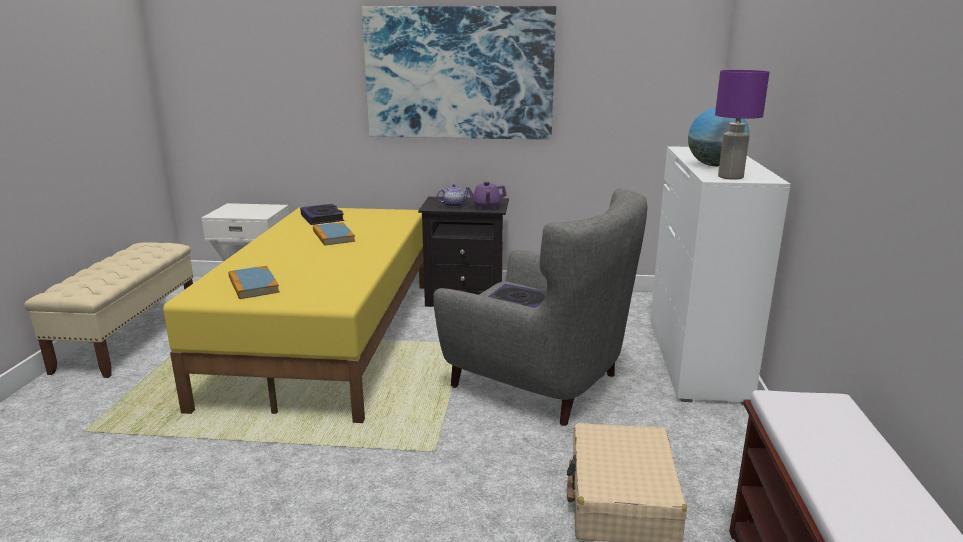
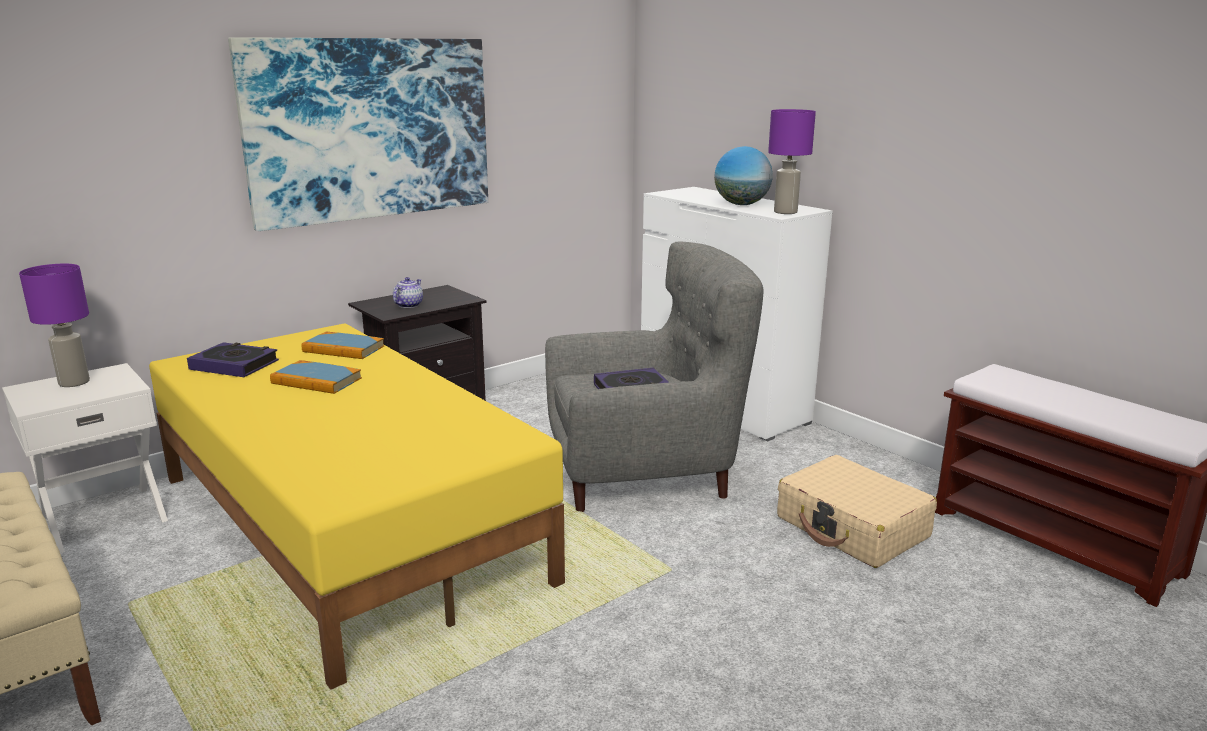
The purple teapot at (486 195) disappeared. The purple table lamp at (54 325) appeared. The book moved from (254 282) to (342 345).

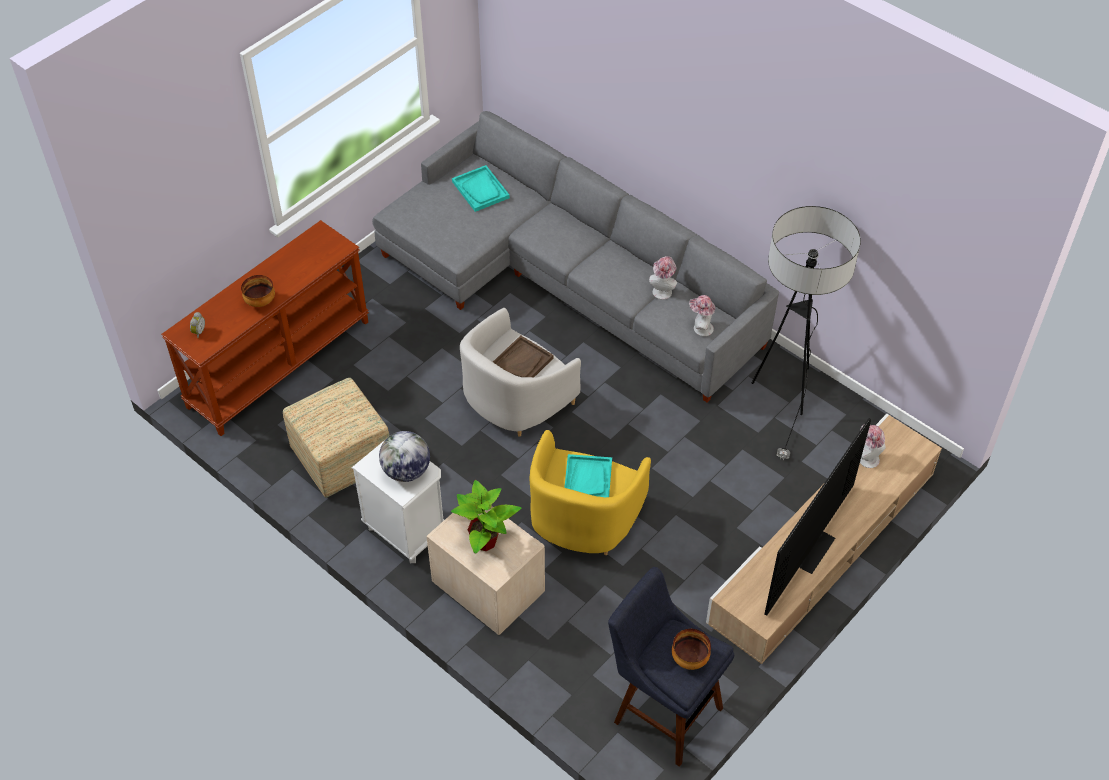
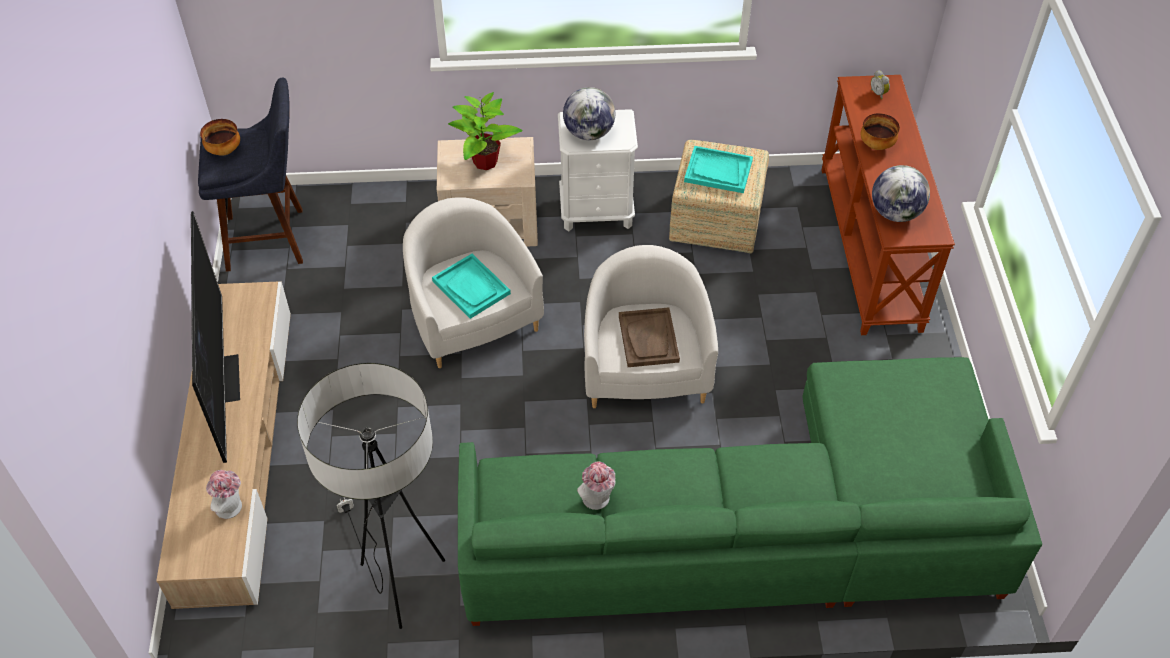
The hat at (702 315) disappeared. The globe at (901 193) appeared. The turquoise tray moved from (481 188) to (718 169). The grey sofa at (575 256) became the green sofa at (750 491). The yellow armchair at (590 492) became the white armchair at (473 282).

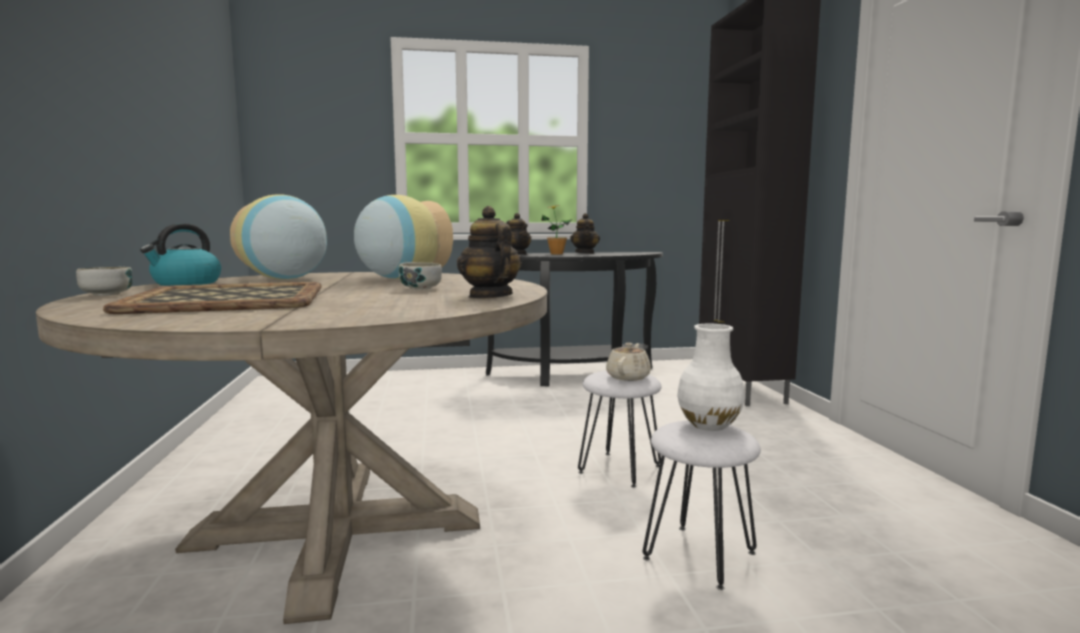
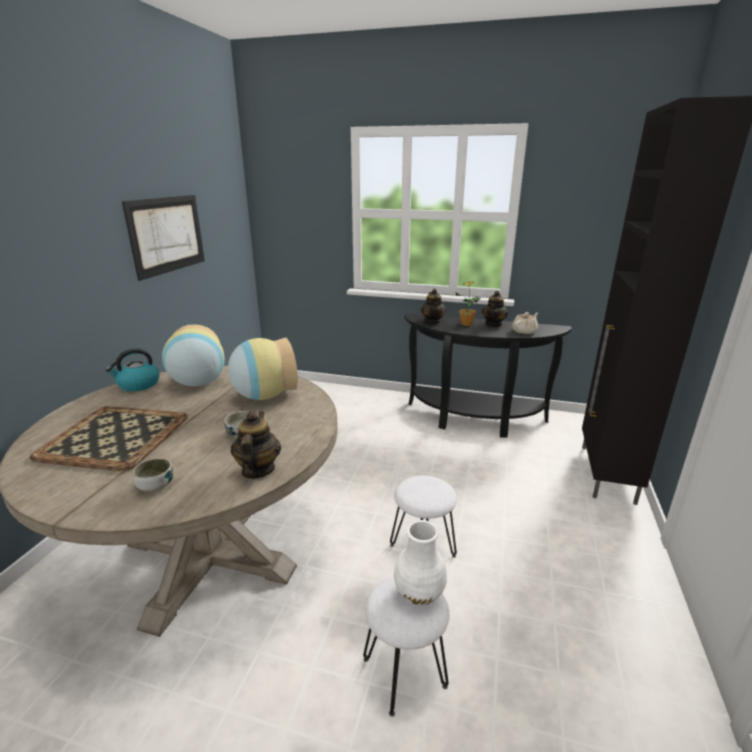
The picture at (163 238) appeared. The bowl moved from (104 281) to (152 474). The beige teapot moved from (628 362) to (525 323).

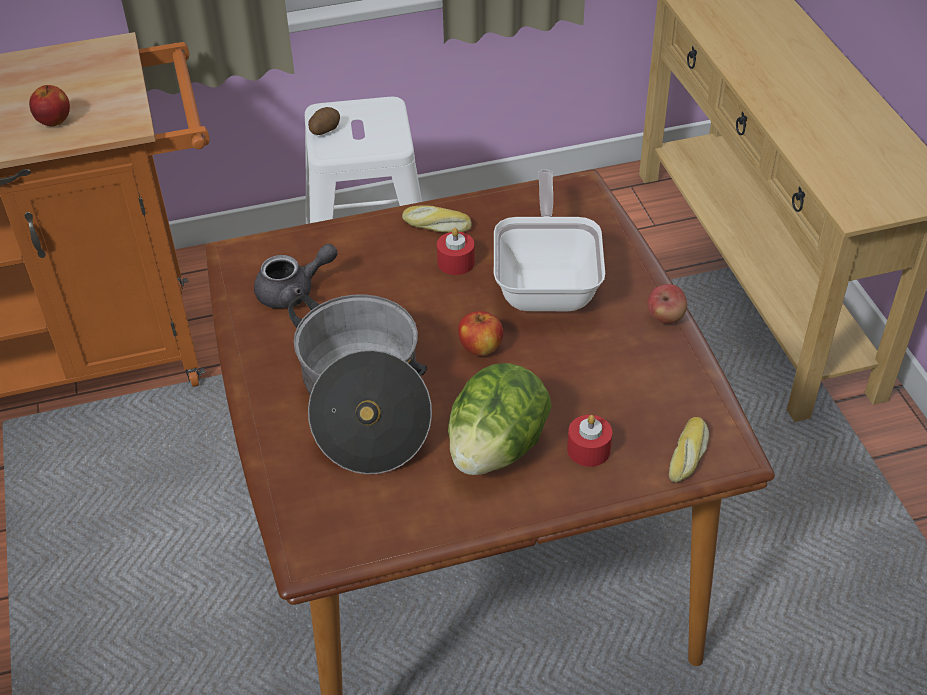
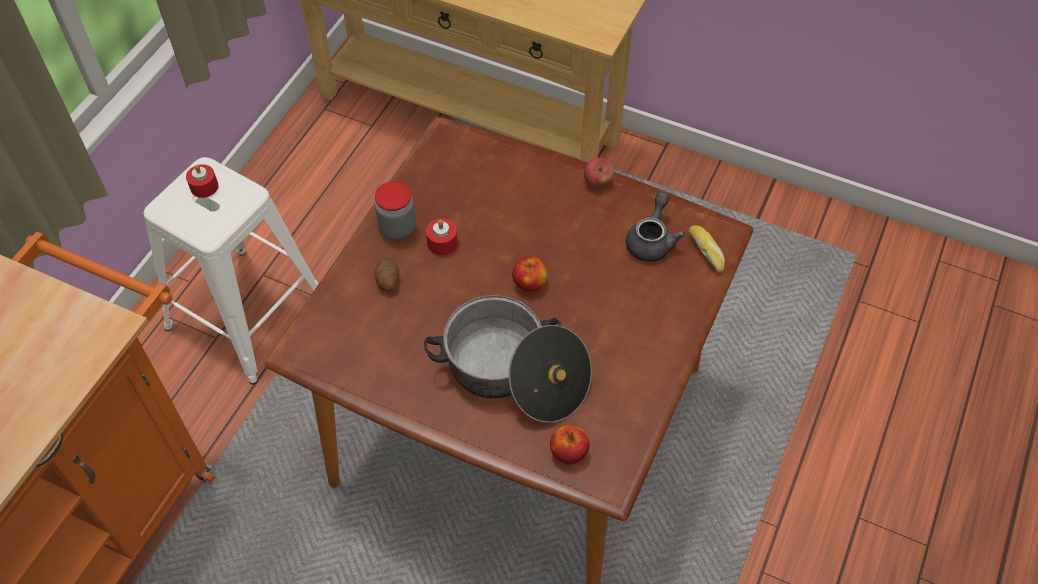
The lettuce at (500 419) disappeared. The frying pan at (549 240) disappeared. The apple moved from (49 106) to (570 445). The grey teapot moved from (296 276) to (655 226). The potato moved from (324 121) to (386 275). The red candle moved from (589 441) to (202 181). The bread at (437 219) was replaced by the jar at (395 211).

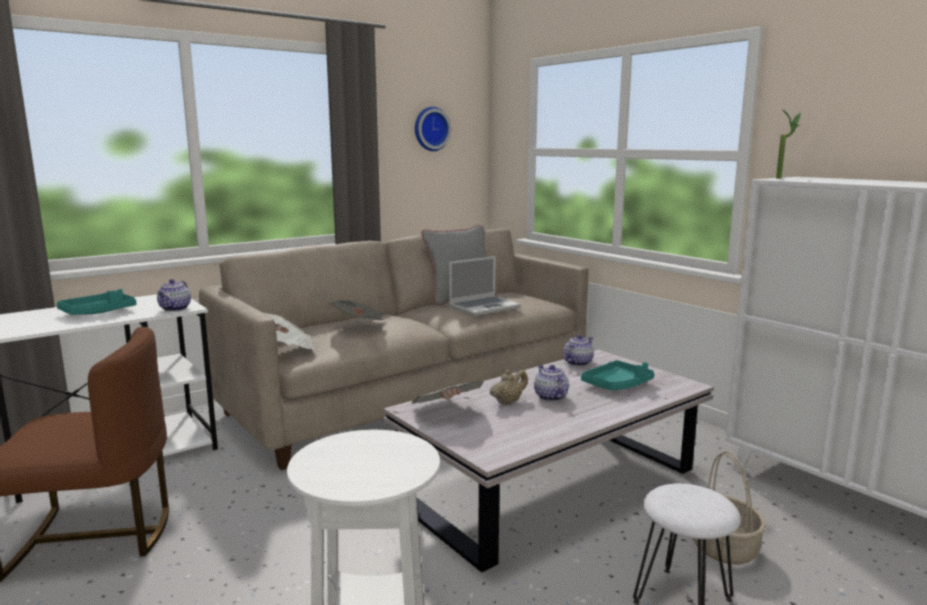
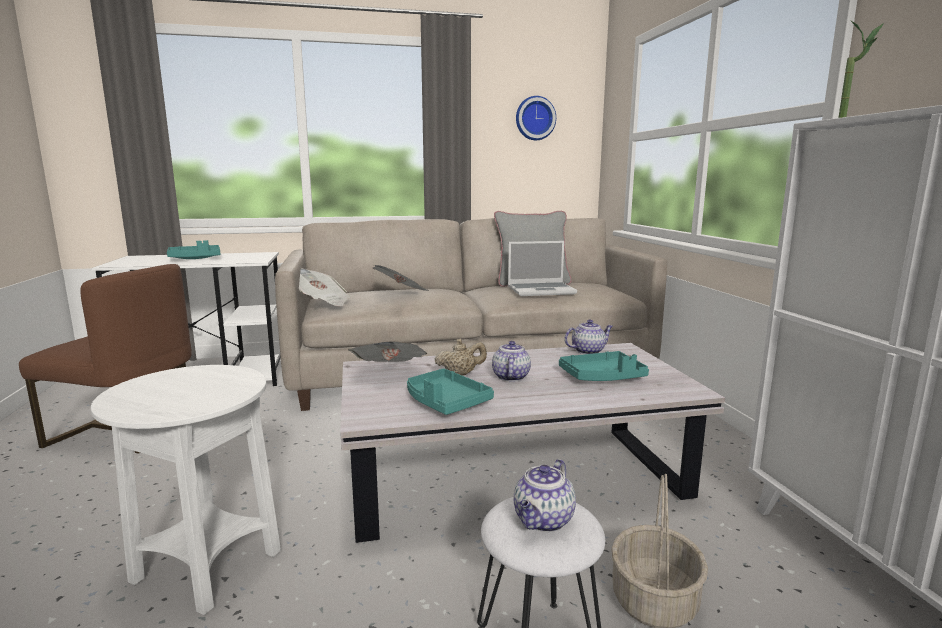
The turquoise tray at (450 391) appeared. The teapot moved from (174 295) to (545 495).

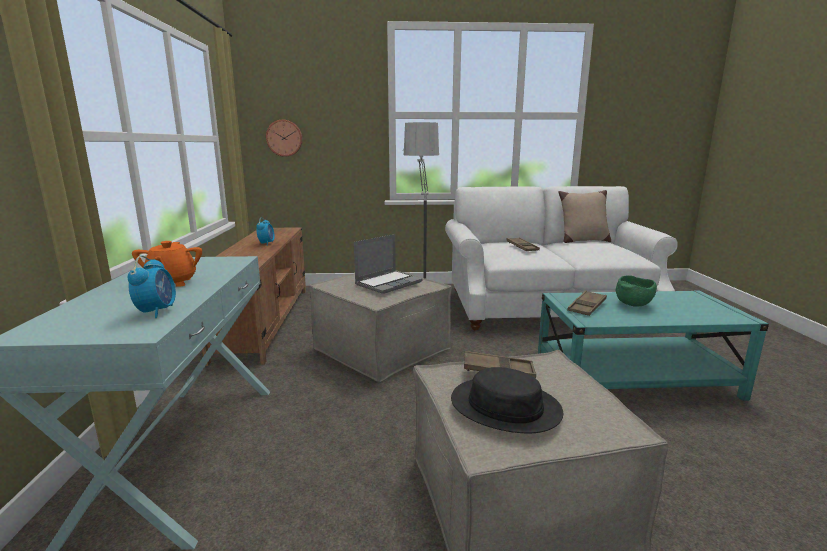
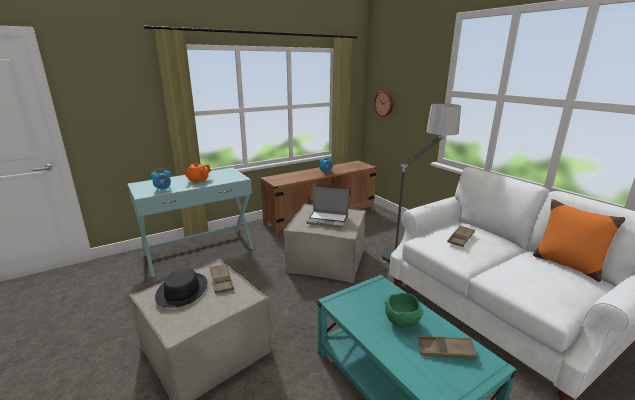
The brown tray moved from (587 303) to (447 347). The beige pillow at (584 216) became the orange pillow at (579 240).

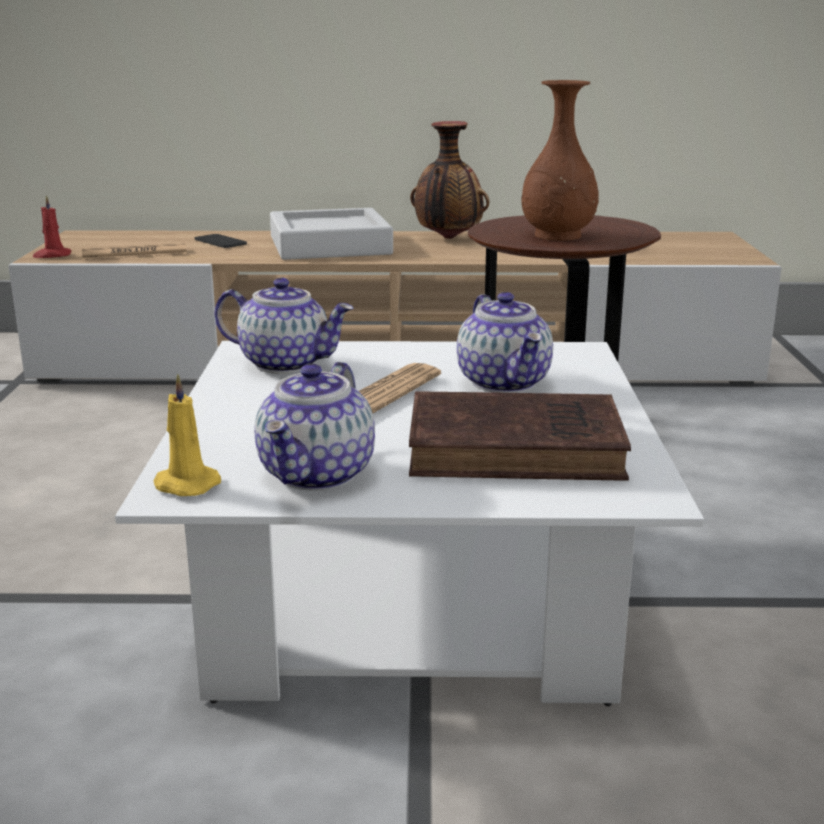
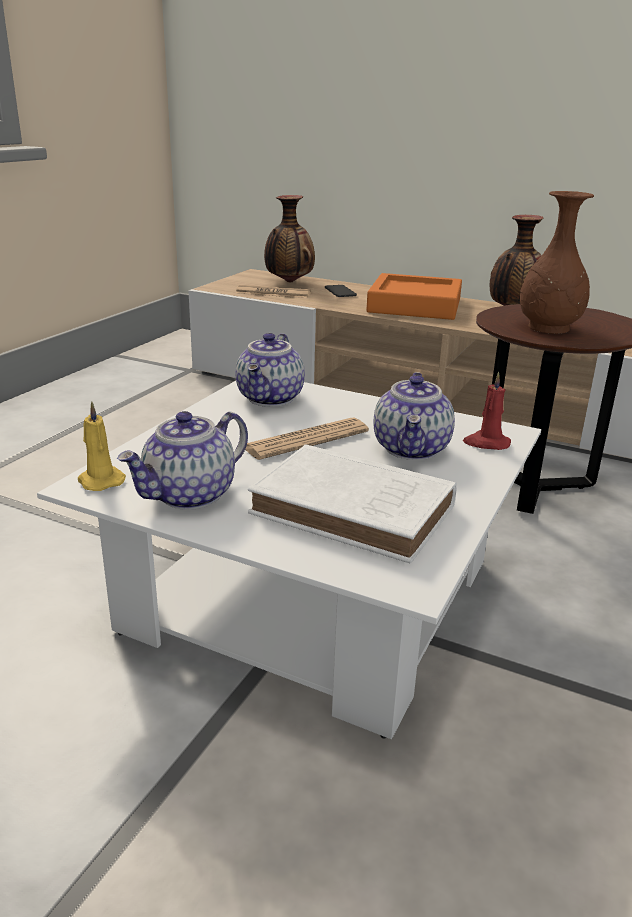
The vase at (289 239) appeared. The red candle moved from (52 226) to (487 411). The grey tray at (331 234) became the orange tray at (414 296). The brown book at (520 436) became the white book at (352 503). The teapot at (284 326) turned 60 degrees clockwise.

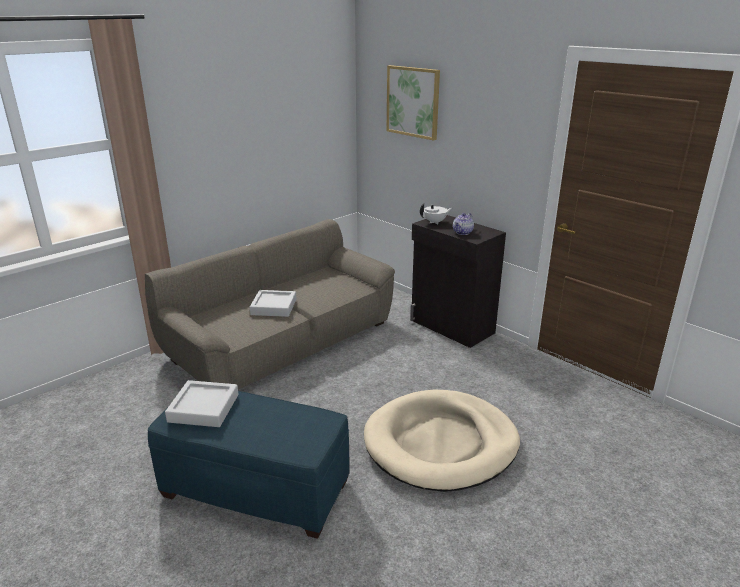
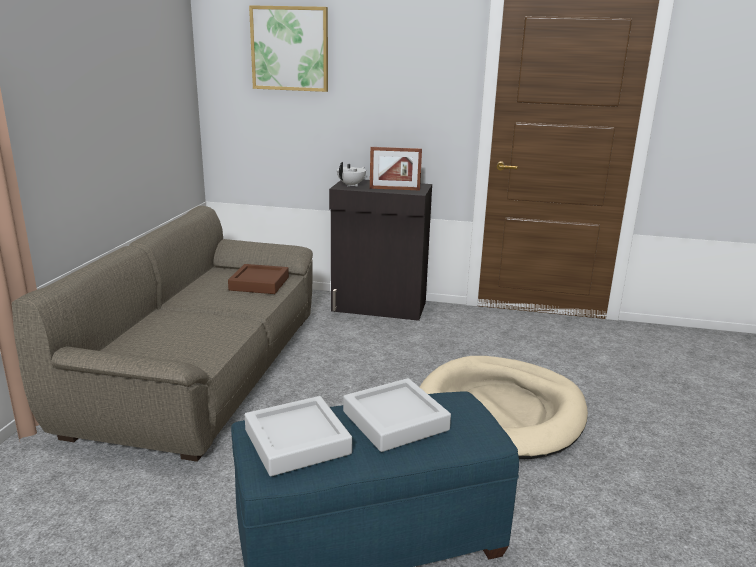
The brown tray at (258 279) appeared. The grey tray moved from (273 303) to (397 415). The teapot at (463 224) was replaced by the picture frame at (396 169).

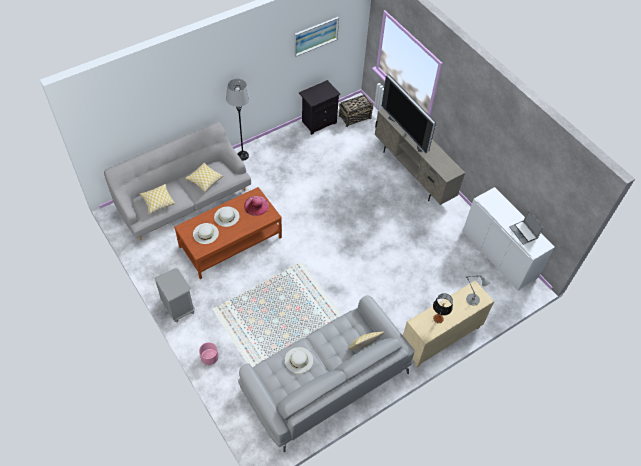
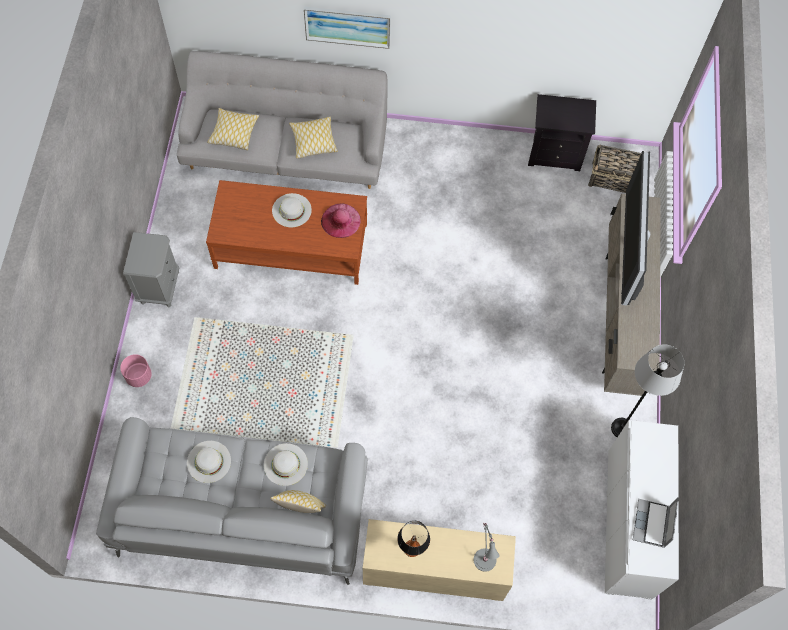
The white hat moved from (206 233) to (286 464). The grey floor lamp moved from (238 120) to (647 390). The picture moved from (316 37) to (347 27).

